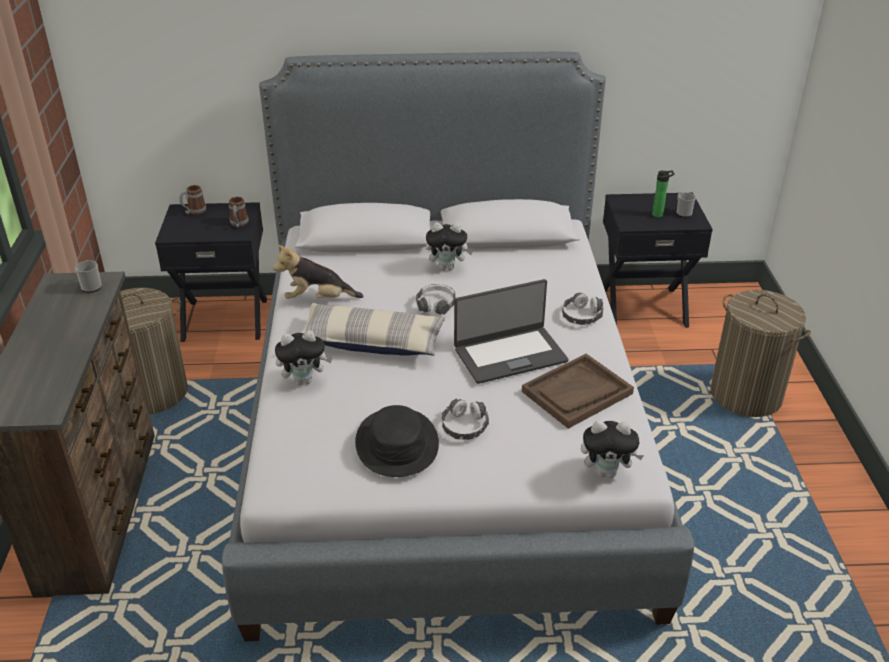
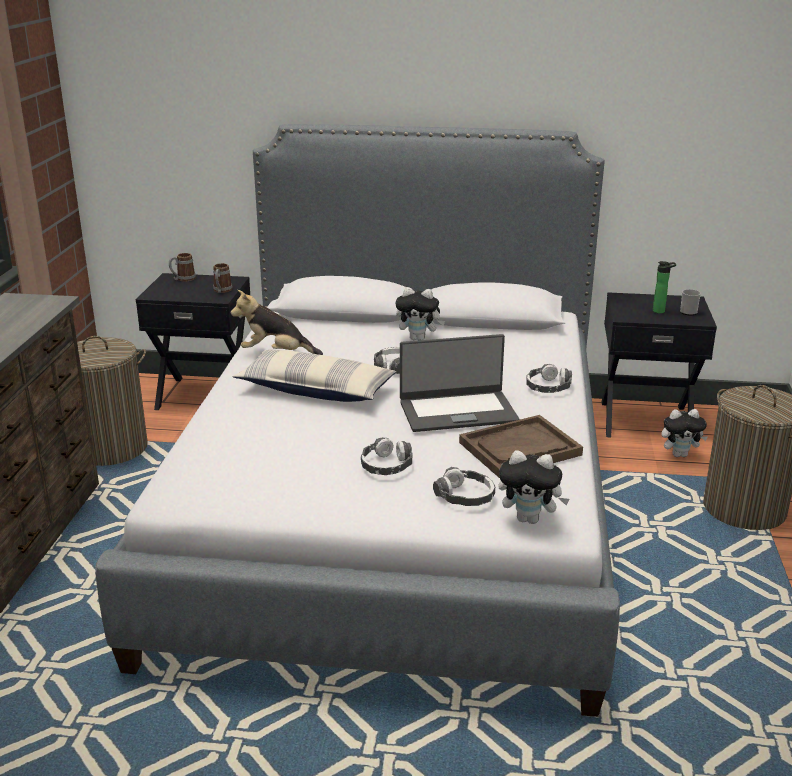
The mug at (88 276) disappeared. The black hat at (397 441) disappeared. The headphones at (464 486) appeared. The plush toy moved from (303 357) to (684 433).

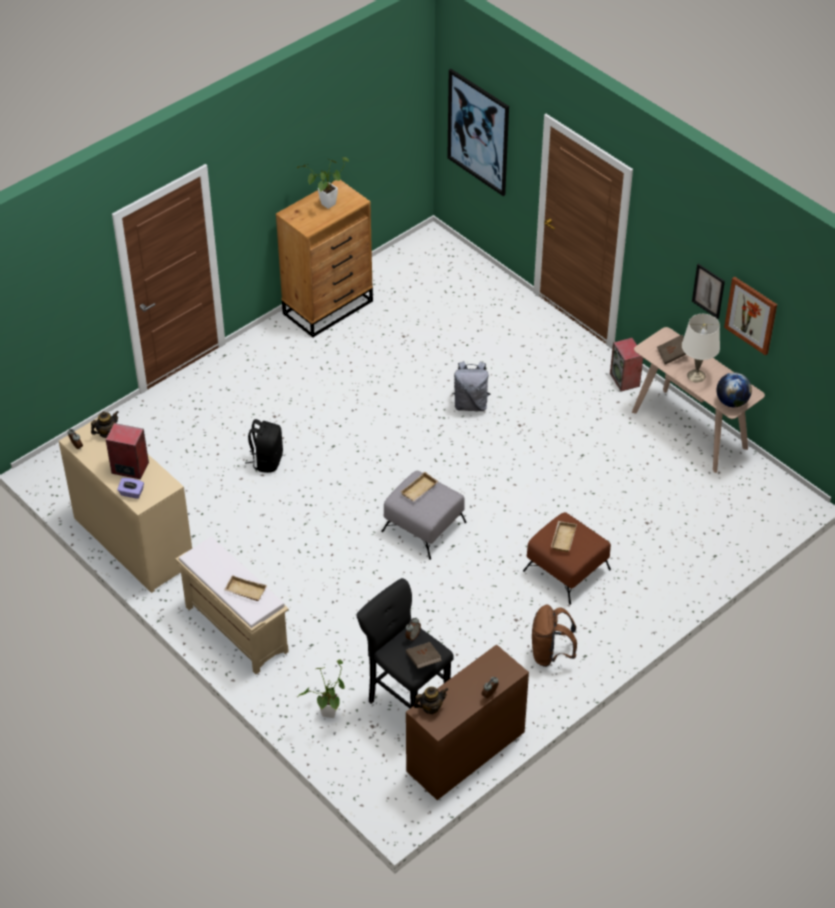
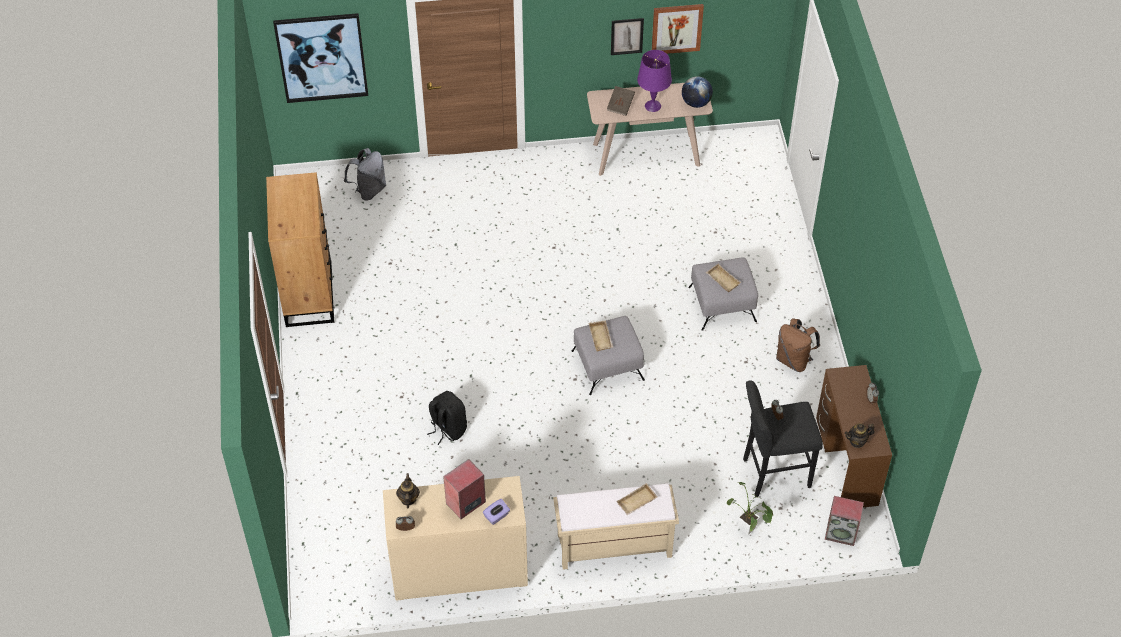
The potted plant at (323 183) disappeared. The brown book at (424 655) disappeared. The grey backpack moved from (471 386) to (365 174). The speaker moved from (626 365) to (844 521). The brown ottoman at (567 558) became the grey ottoman at (723 294). The white table lamp at (701 348) became the purple table lamp at (654 81). The teapot at (430 700) turned 120 degrees counterclockwise.

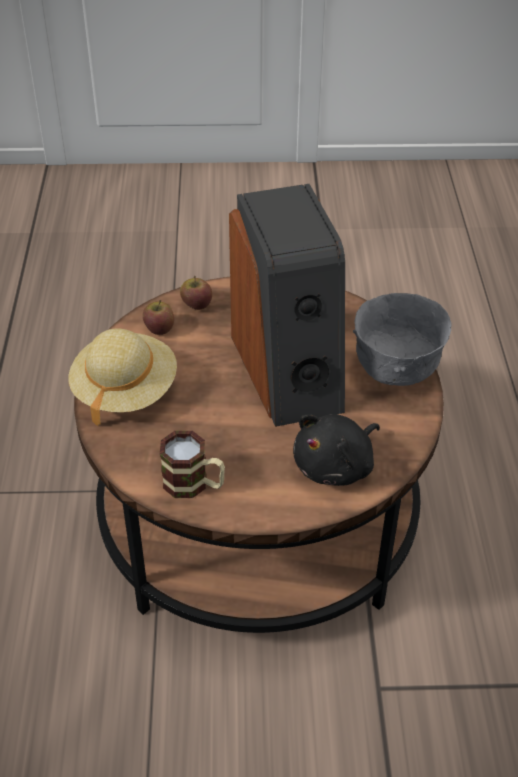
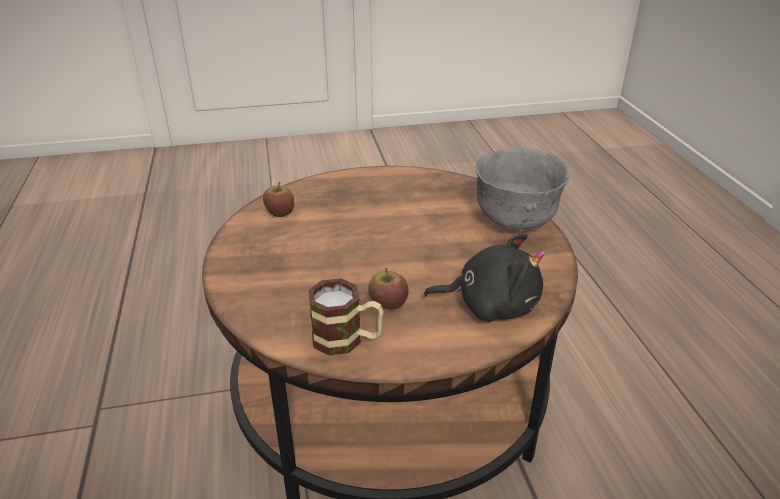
The beige hat at (122 377) disappeared. The speaker at (287 305) disappeared. The apple moved from (196 293) to (388 288). The black plush toy at (336 450) turned 120 degrees counterclockwise.

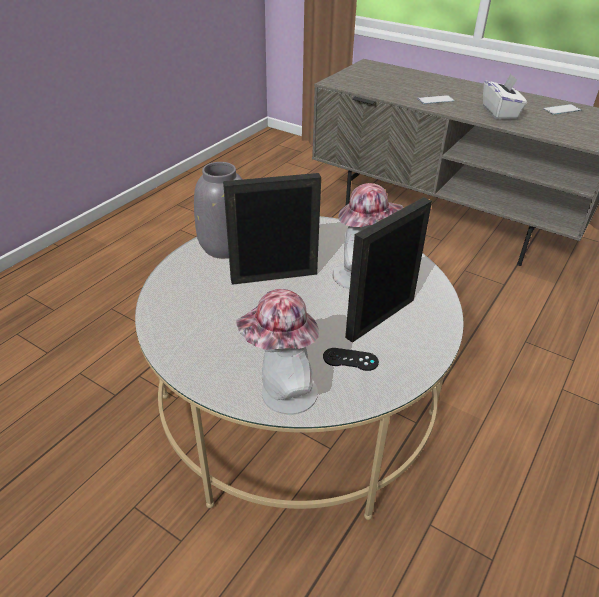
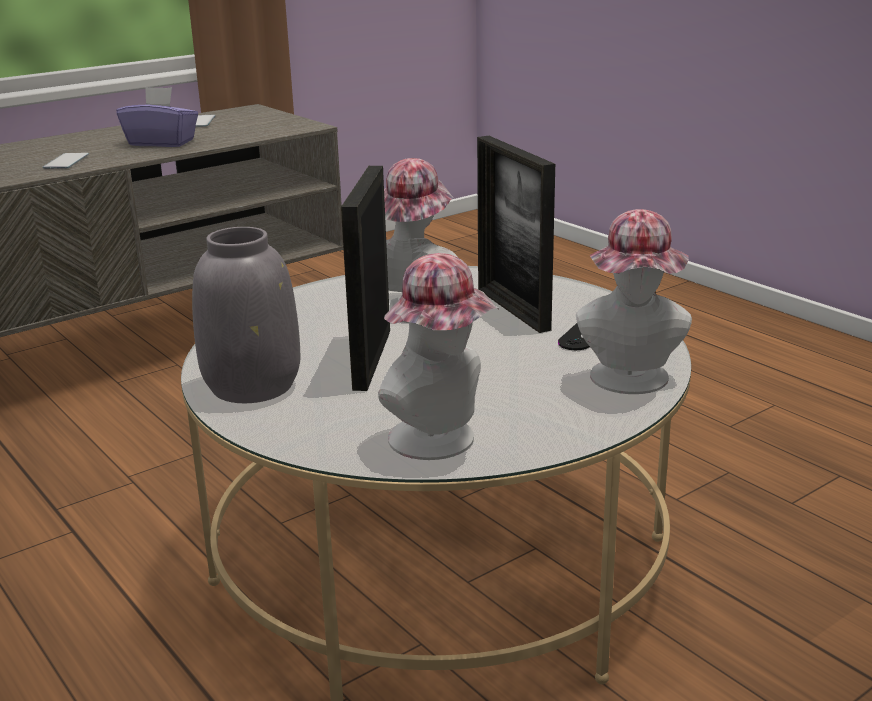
The hat at (438 356) appeared. The white tissue box at (505 96) became the purple tissue box at (157 117).

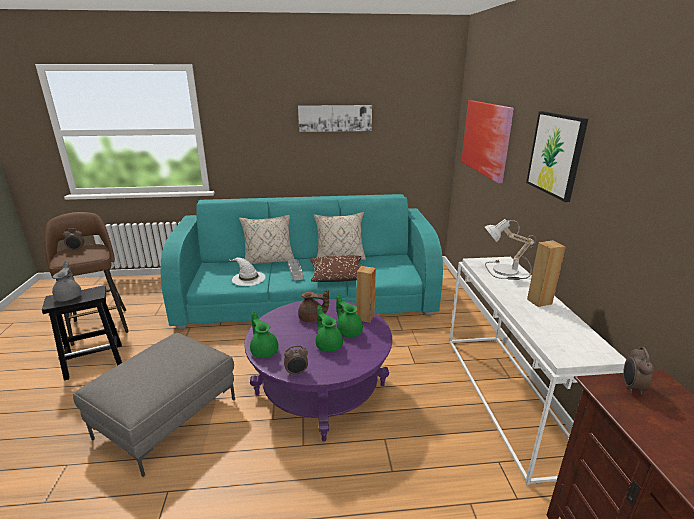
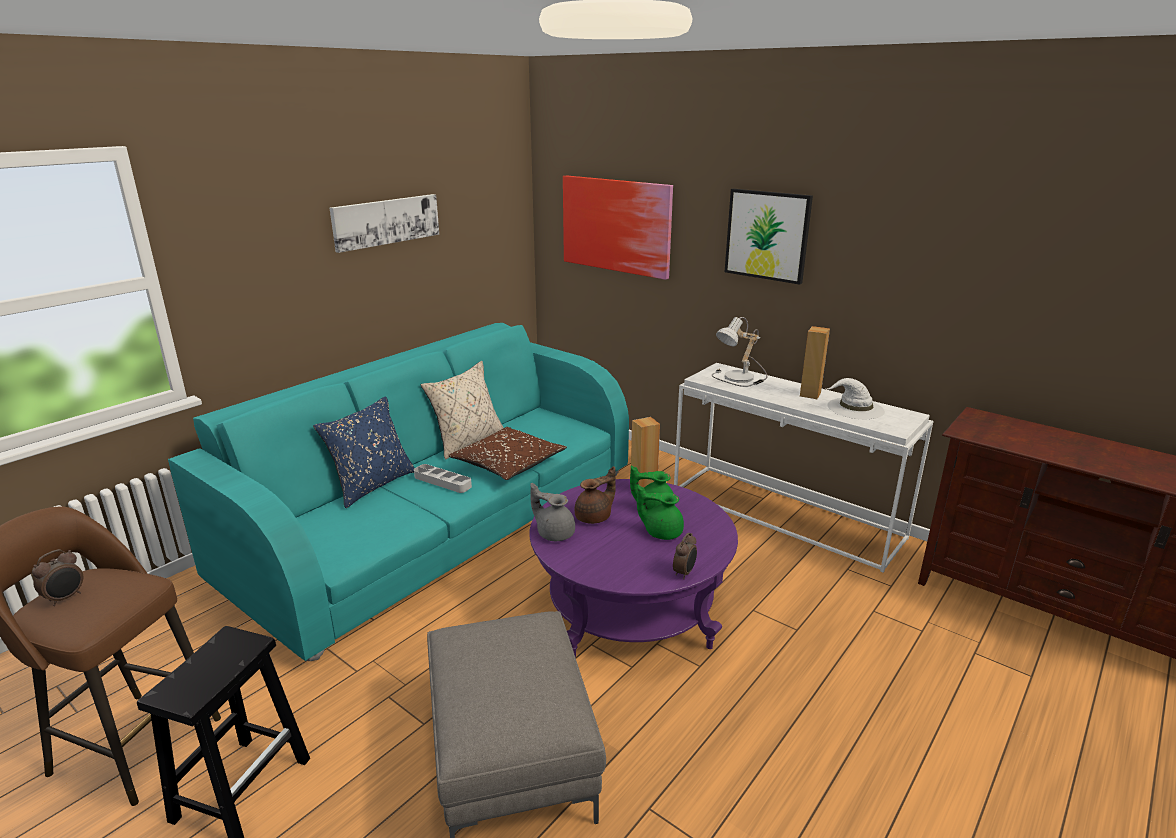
The green teapot at (264 334) disappeared. The alarm clock at (638 370) disappeared. The grey teapot moved from (67 281) to (552 512). The white hat moved from (248 272) to (856 398). The beige pillow at (266 239) became the blue pillow at (364 452).

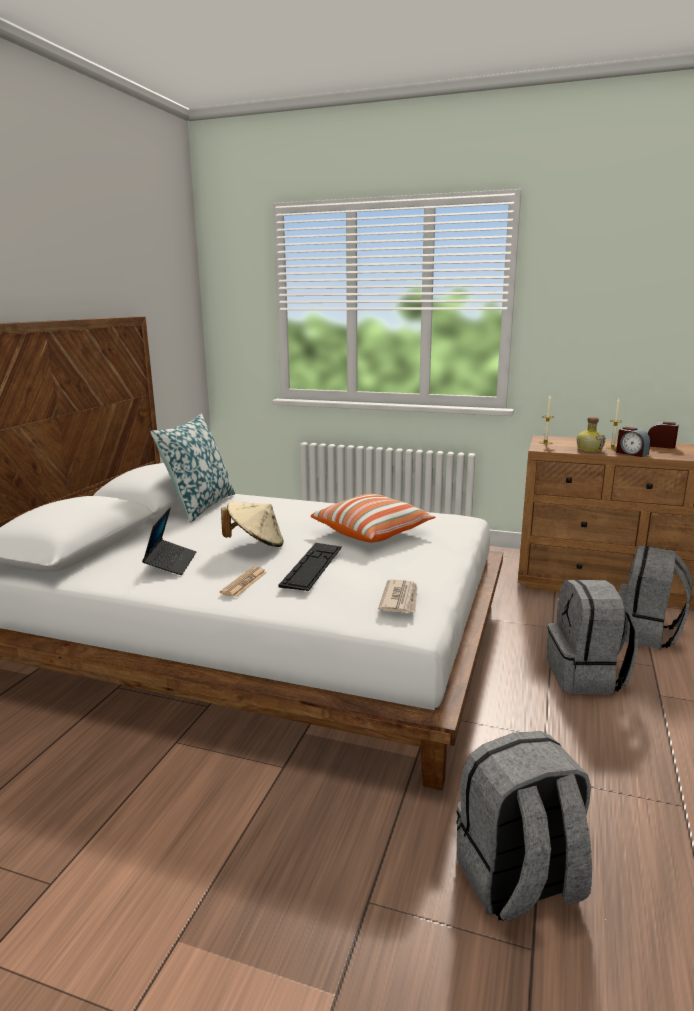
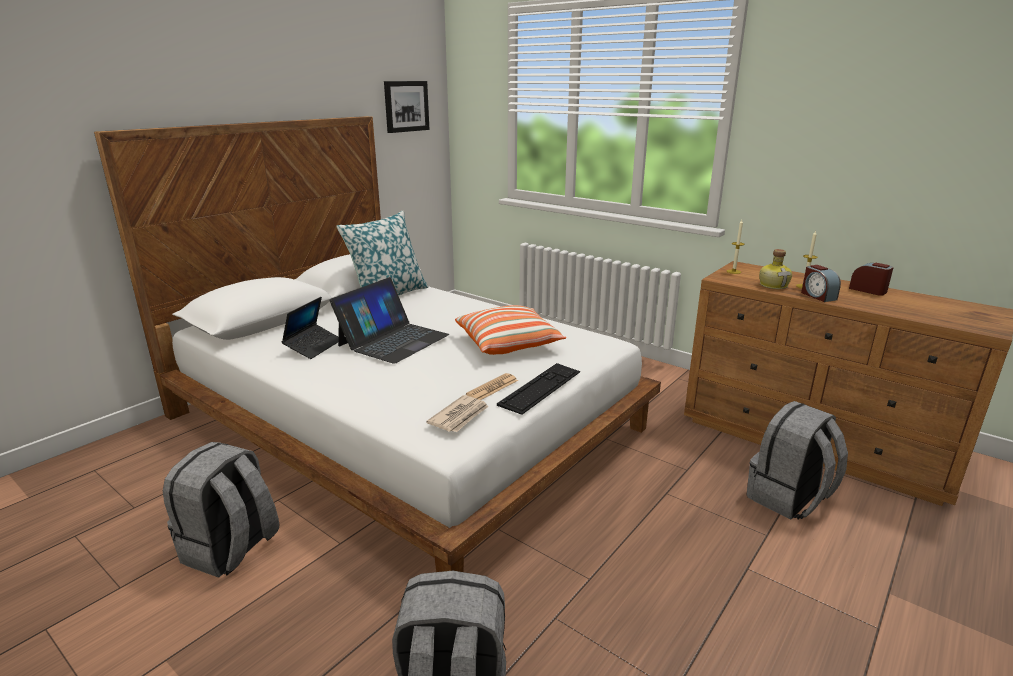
The picture at (406 107) appeared. The newspaper moved from (243 582) to (492 386). The keyboard moved from (310 567) to (538 389). The grey backpack moved from (592 637) to (221 510). The beige hat at (252 524) was replaced by the laptop at (389 320).

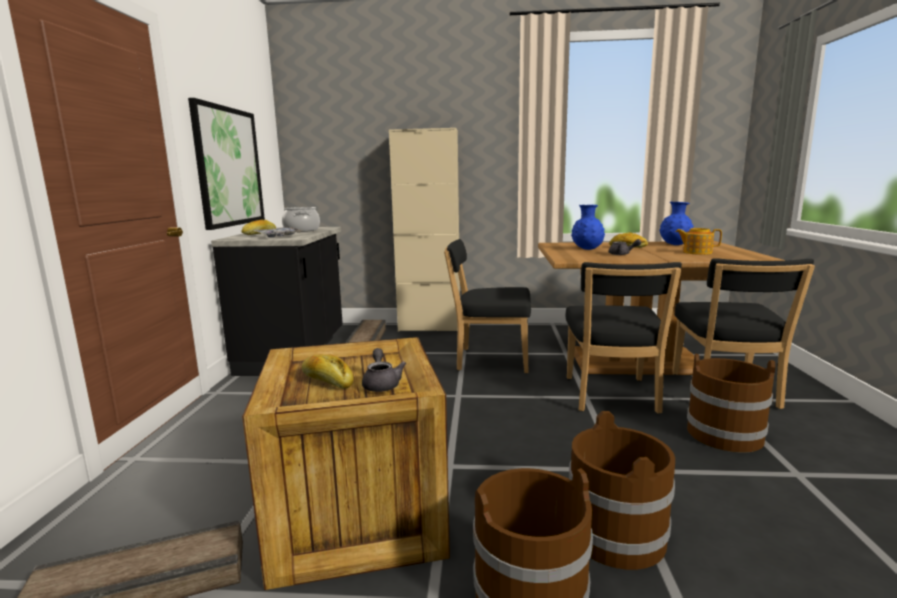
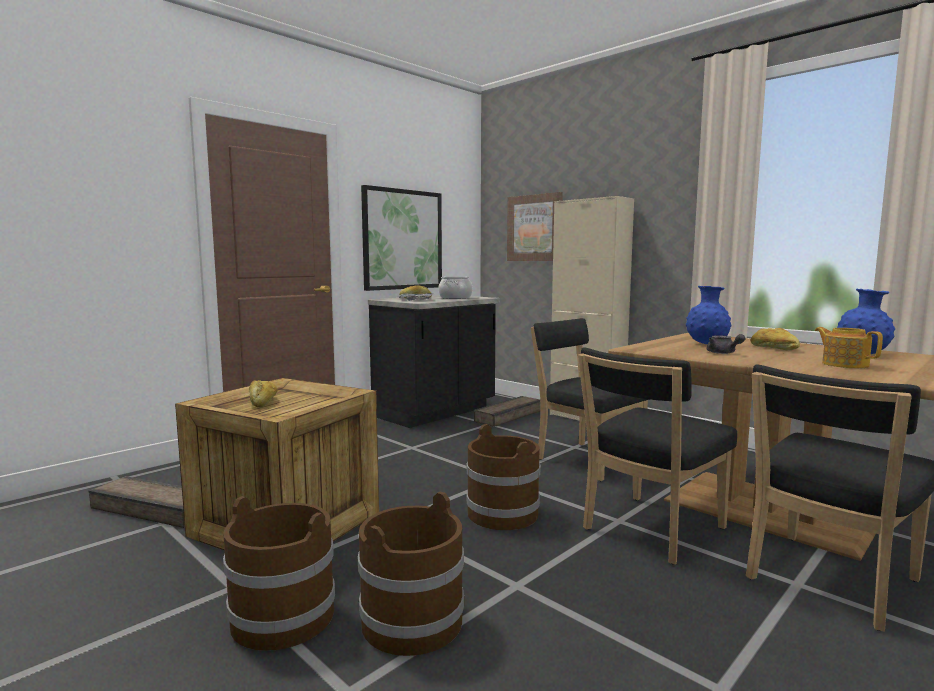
The grey teapot at (384 370) disappeared. The picture at (535 226) appeared. The brown bucket moved from (731 403) to (503 477).

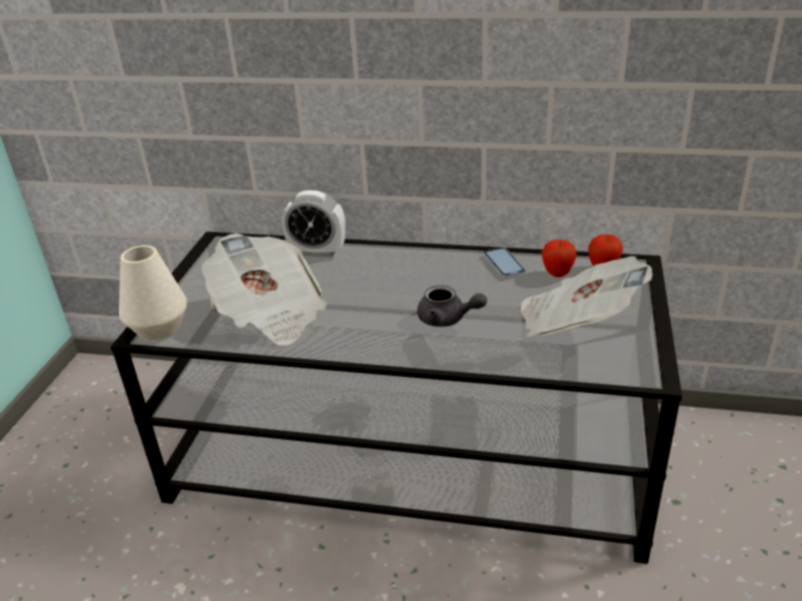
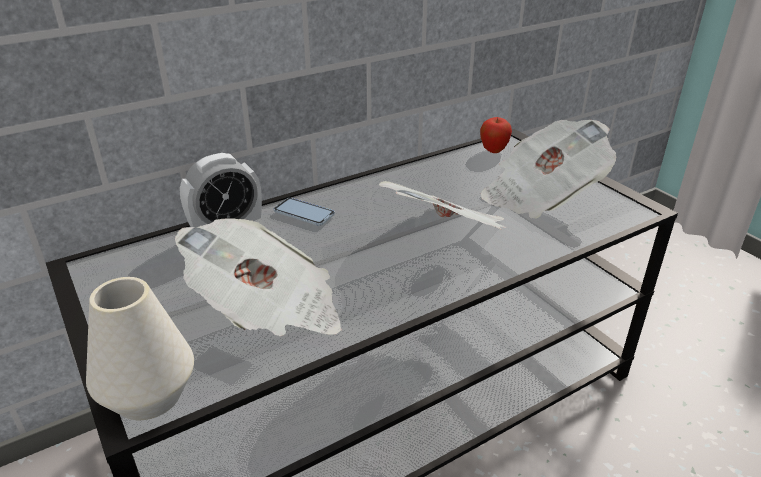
The apple at (559 258) disappeared. The phone moved from (504 262) to (304 212). The grey teapot at (452 306) was replaced by the newspaper at (442 205).

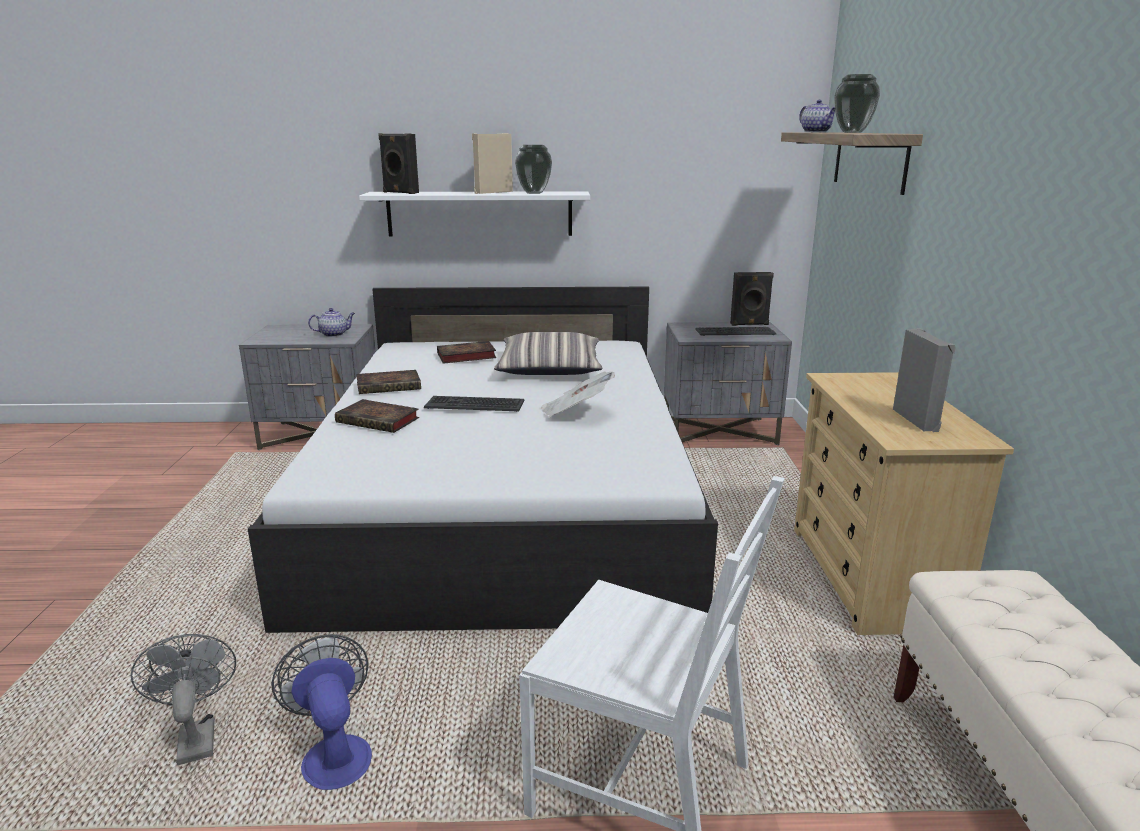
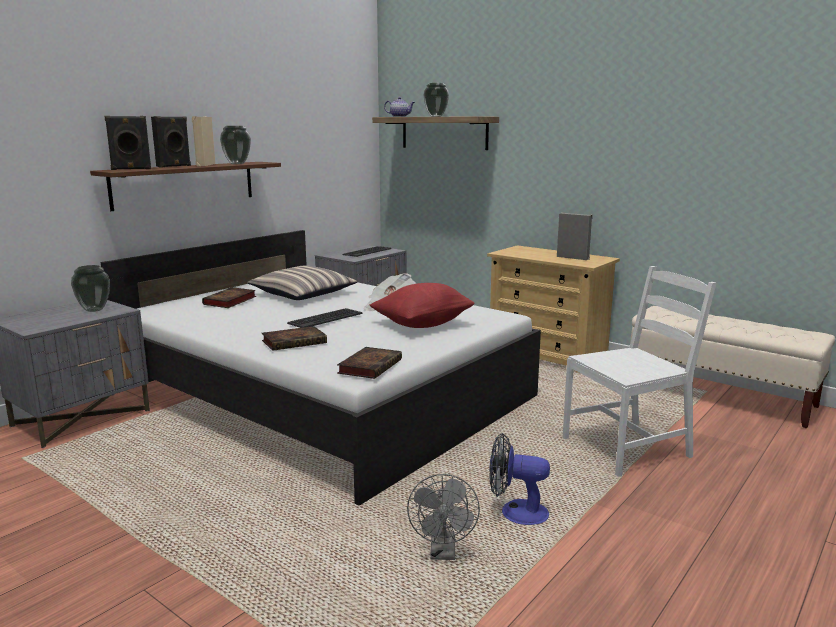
The red pillow at (422 305) appeared. The book moved from (388 382) to (369 363). The black speaker moved from (752 299) to (171 142). The teapot at (331 322) was replaced by the vase at (90 288). The white shelf at (474 213) became the brown shelf at (185 186). The grey fan at (183 699) turned 105 degrees counterclockwise.

